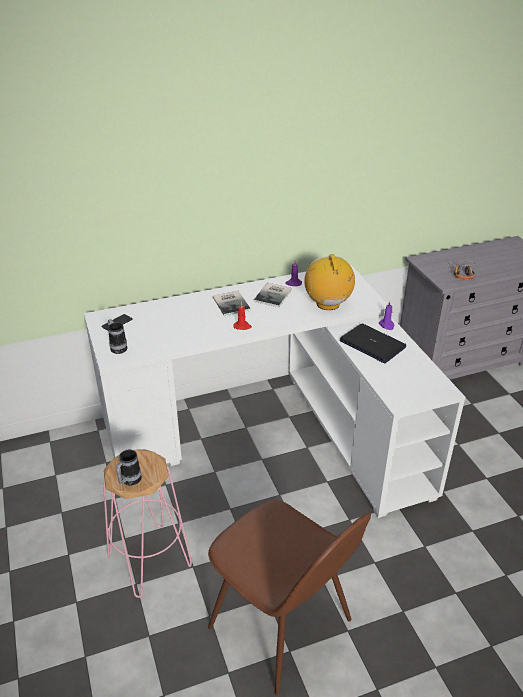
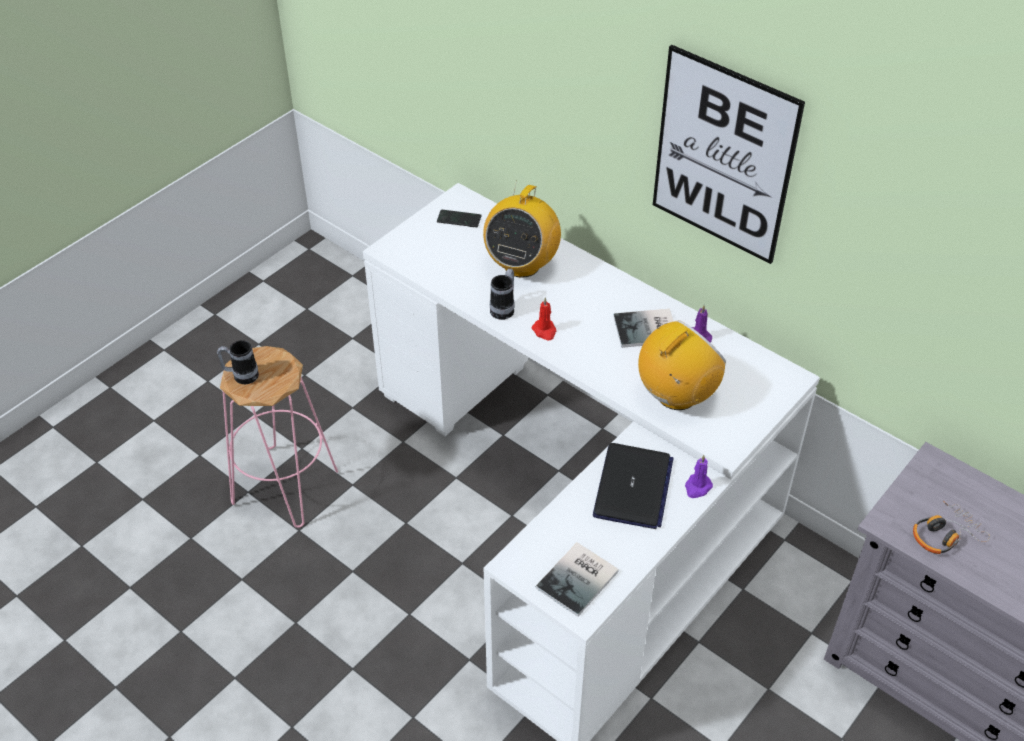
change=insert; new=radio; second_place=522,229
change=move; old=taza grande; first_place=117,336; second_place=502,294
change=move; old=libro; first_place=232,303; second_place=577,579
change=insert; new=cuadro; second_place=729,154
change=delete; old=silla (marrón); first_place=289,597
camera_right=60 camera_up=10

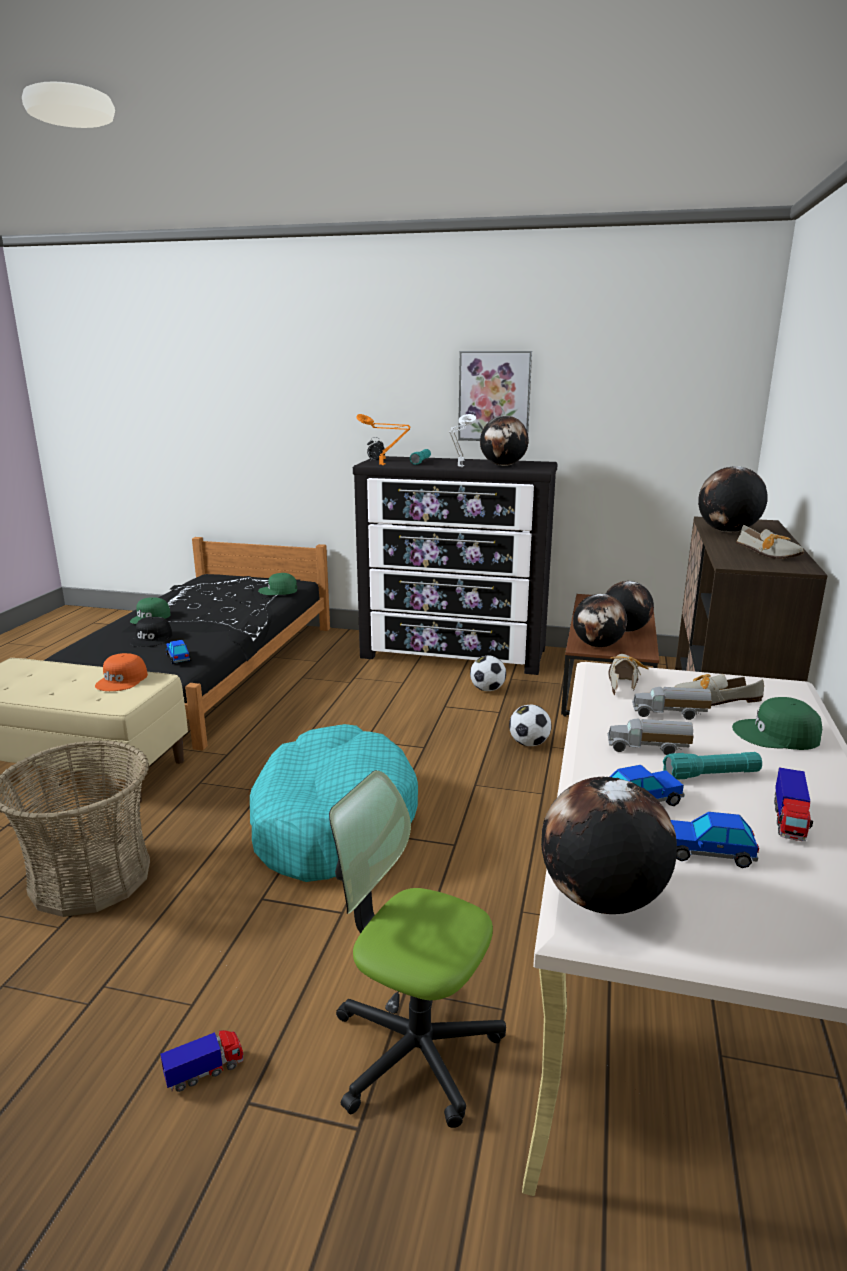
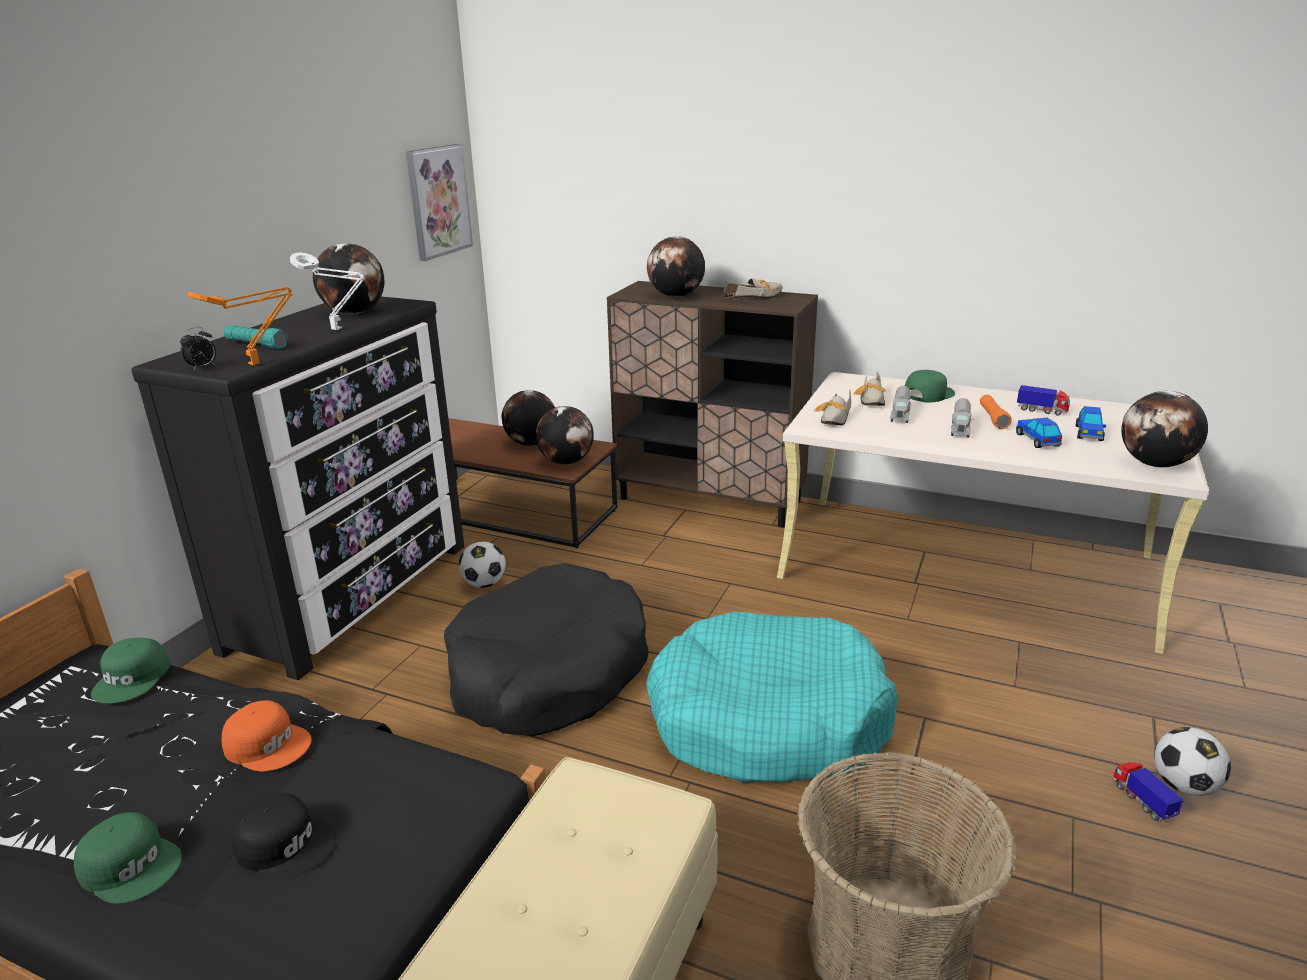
change=move; old=gorra (naranja); first_place=121,672; second_place=266,735
change=move; old=cuadro; first_place=495,396; second_place=439,202
change=insert; new=cama para perro (negro); second_place=546,649
change=rotate; old=zapato; first_place=629,674; second_place=832,407; degrees=-90
change=rotate; old=gorra (verde); first_place=777,723; second_place=930,386; degrees=-150
change=recolor; old=linterna (turquesa); new=linterna (naranja); first_place=712,766; second_place=996,412
change=move; old=balón de fútbol; first_place=530,725; second_place=1192,761
change=delete; old=coche de juguete; first_place=178,652
change=delete; old=silla de oficina; first_place=417,949
camera_right=-80 camera_up=5

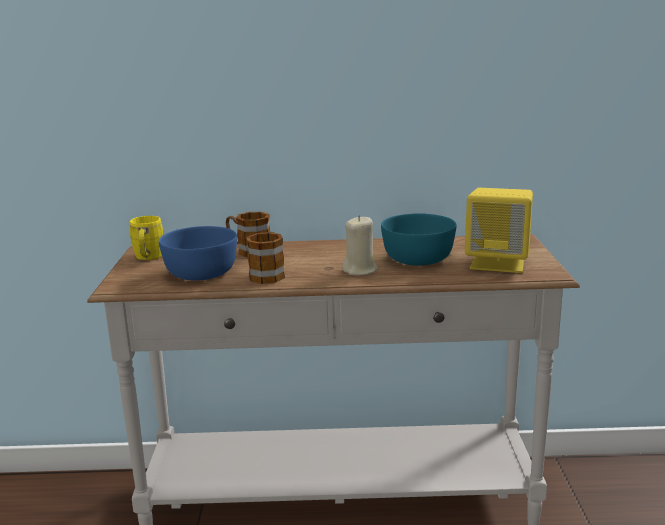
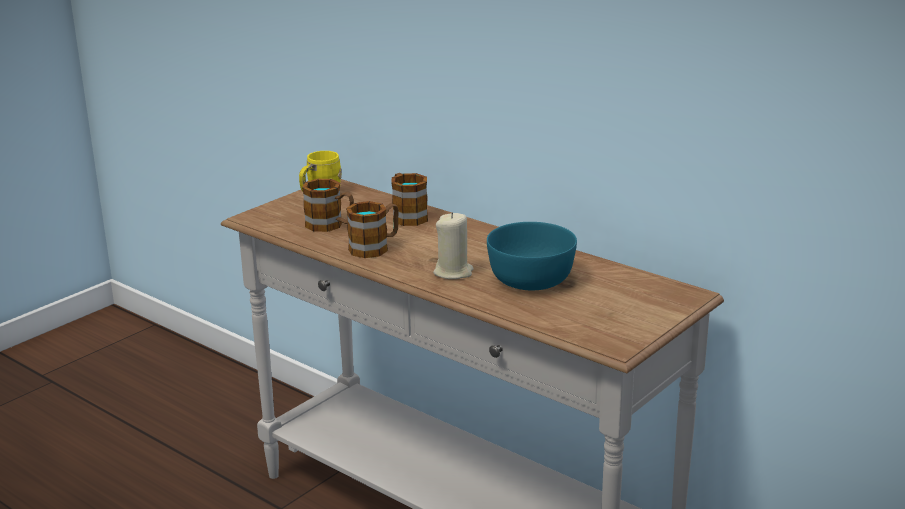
change=replace; old=cuenco (azul); new=taza grande; first_place=198,253; second_place=328,205
change=delete; old=altavoz (amarillo); first_place=499,230
camera_right=40 camera_up=5

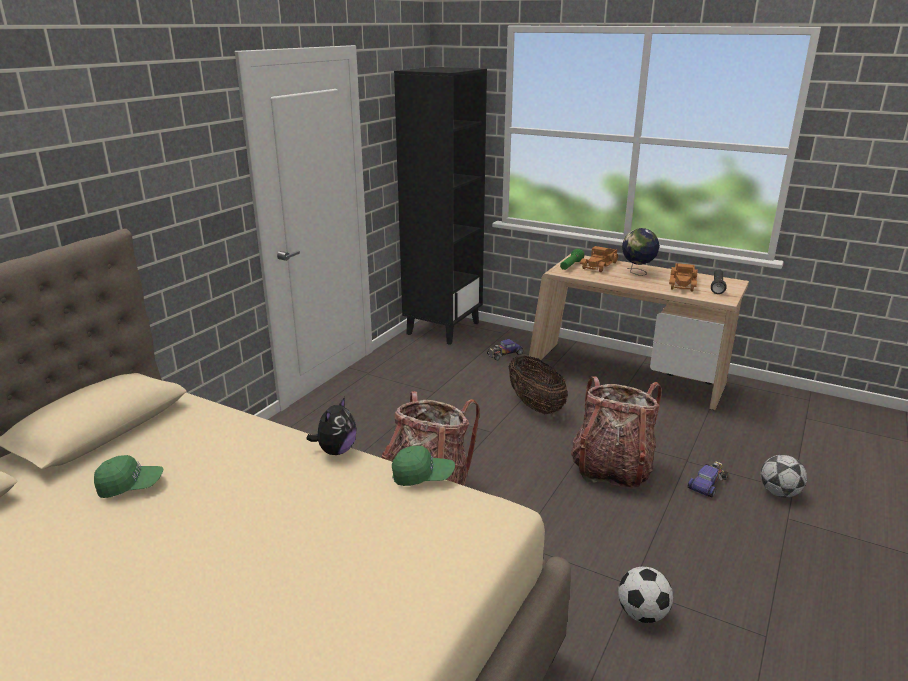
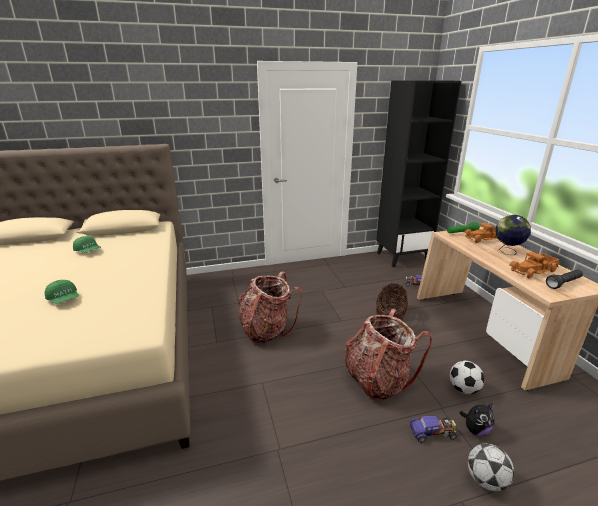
change=move; old=gorra (verde); first_place=423,466; second_place=62,292
change=move; old=balón de fútbol; first_place=645,595; second_place=467,377
change=move; old=peluche; first_place=331,426; second_place=477,419
camera_right=45 camera_up=0

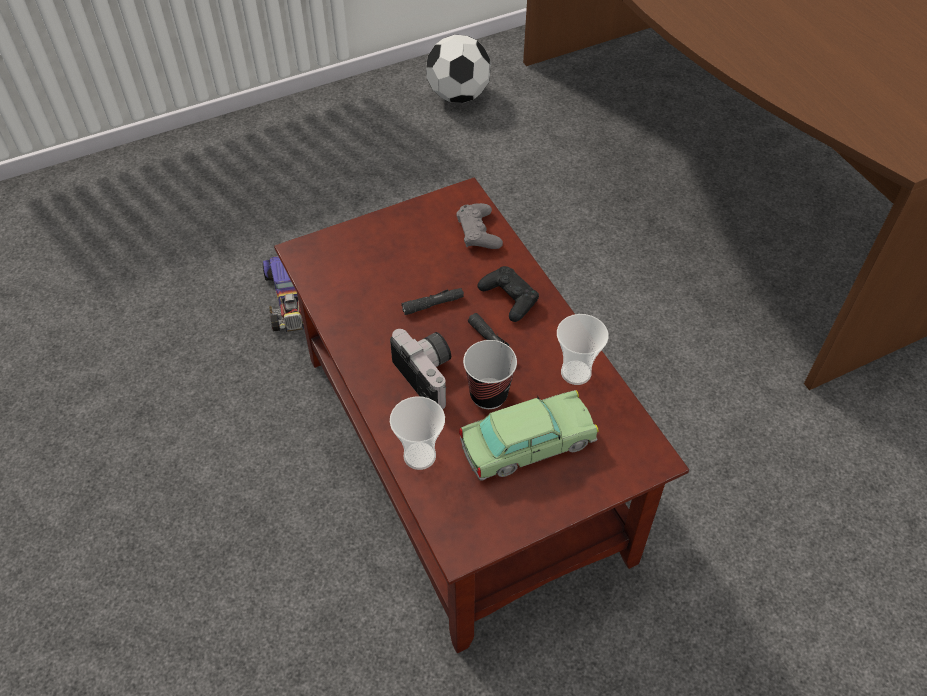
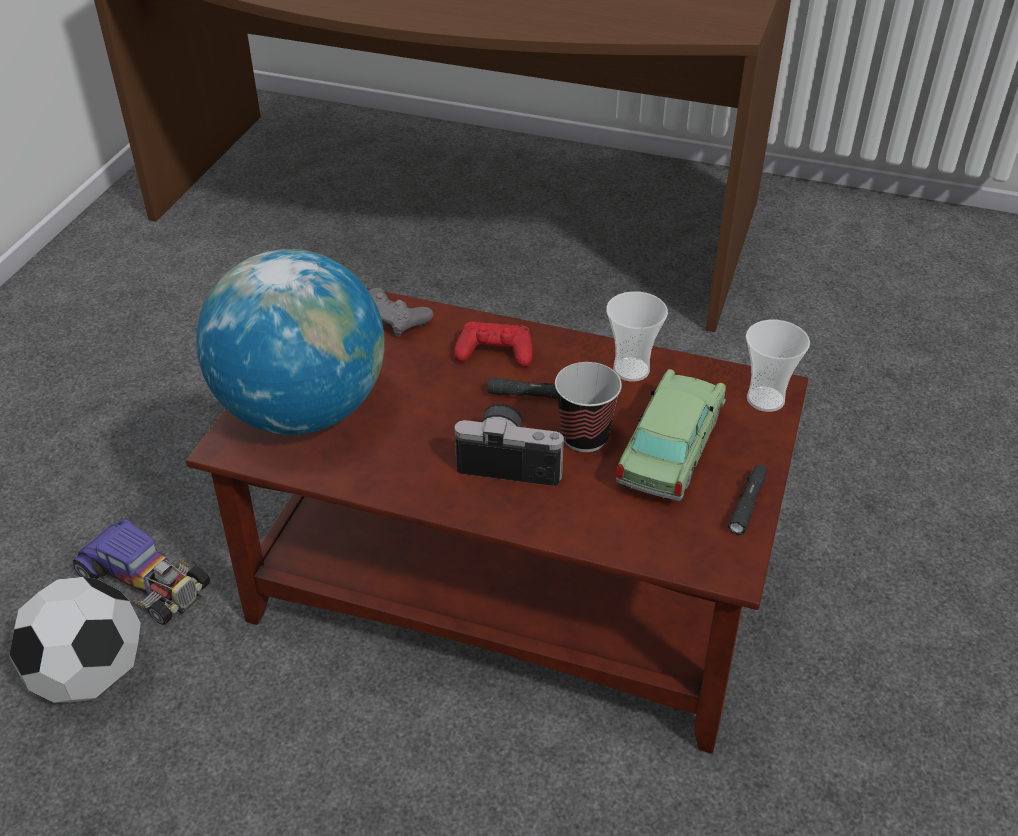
change=move; old=balón de fútbol; first_place=458,69; second_place=75,640
change=insert; new=globo terráqueo; second_place=290,342
change=recolor; old=mando de consola (negro); new=mando de consola (rojo); first_place=508,294; second_place=493,344
change=move; old=linterna (negro); first_place=432,301; second_place=747,499
change=move; old=taza; first_place=417,433; second_place=778,366
camera_right=-45 camera_up=-10

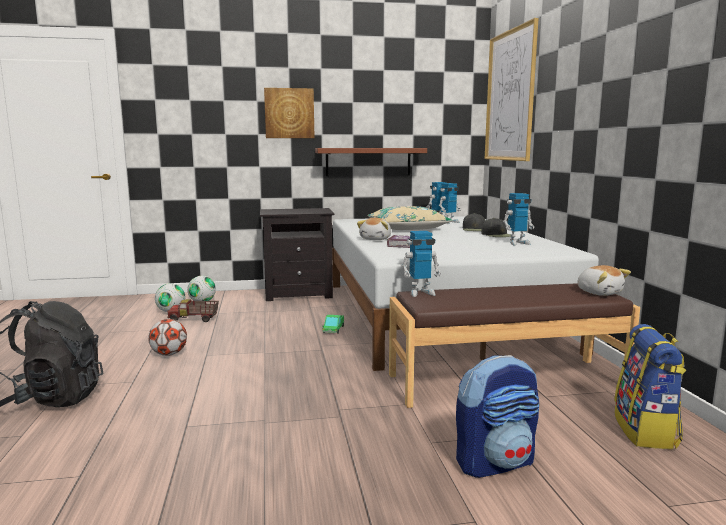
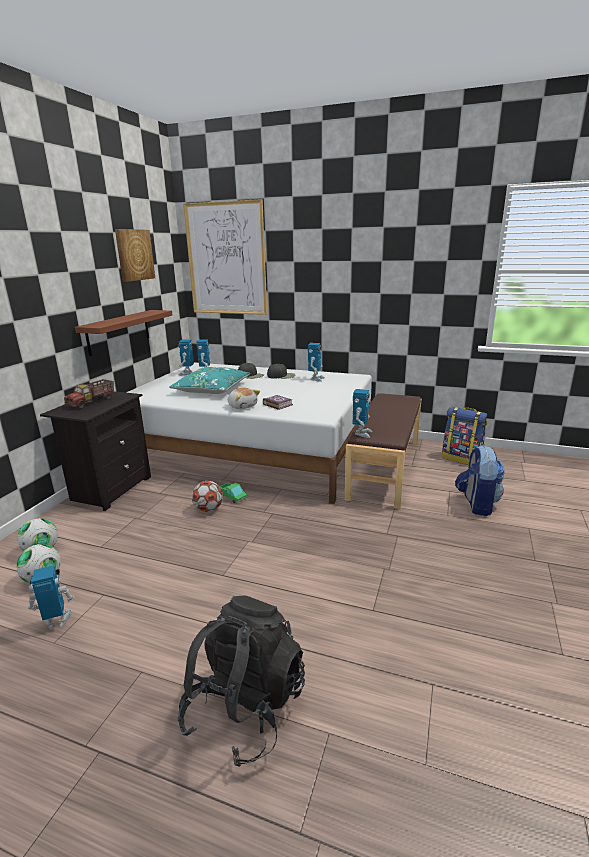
change=insert; new=robot de juguete; second_place=51,598
change=move; old=camión de juguete; first_place=193,310; second_place=89,394
change=move; old=cuadro; first_place=289,113; second_place=135,255
change=recolor; old=cojín (beis); new=cojín (turquesa); first_place=410,218; second_place=209,380
change=move; old=balón de fútbol; first_place=167,337; second_place=207,496
change=delete; old=peluche; first_place=604,280
camera_right=-60 camera_up=10

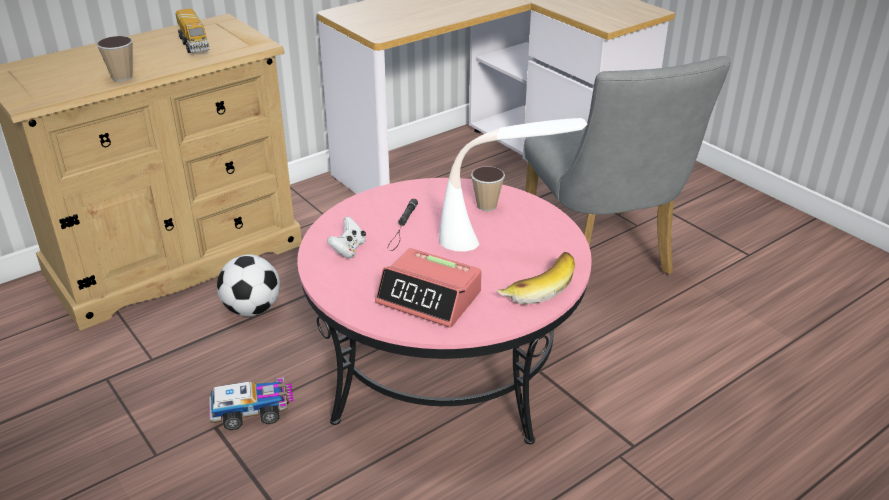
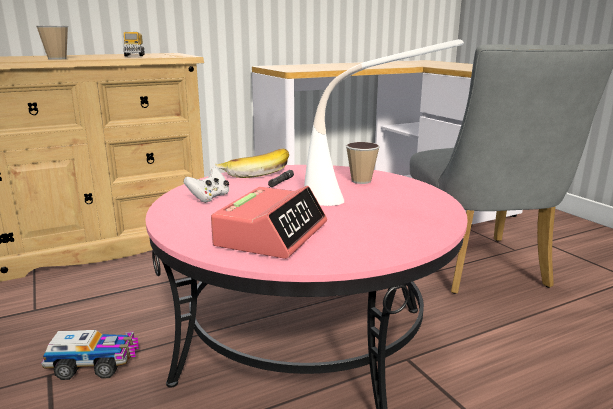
change=rotate; old=despertador; first_place=428,288; second_place=269,222; degrees=-105
change=move; old=plátano; first_place=535,278; second_place=252,163
change=delete; old=balón de fútbol; first_place=248,285
camera_right=10 camera_up=-15

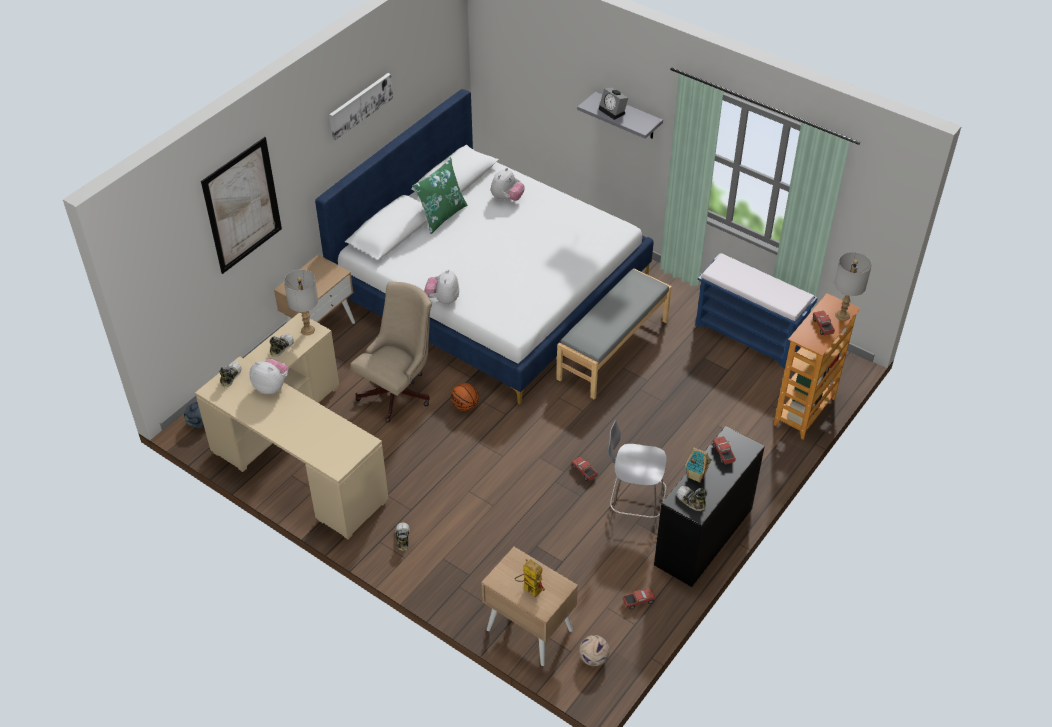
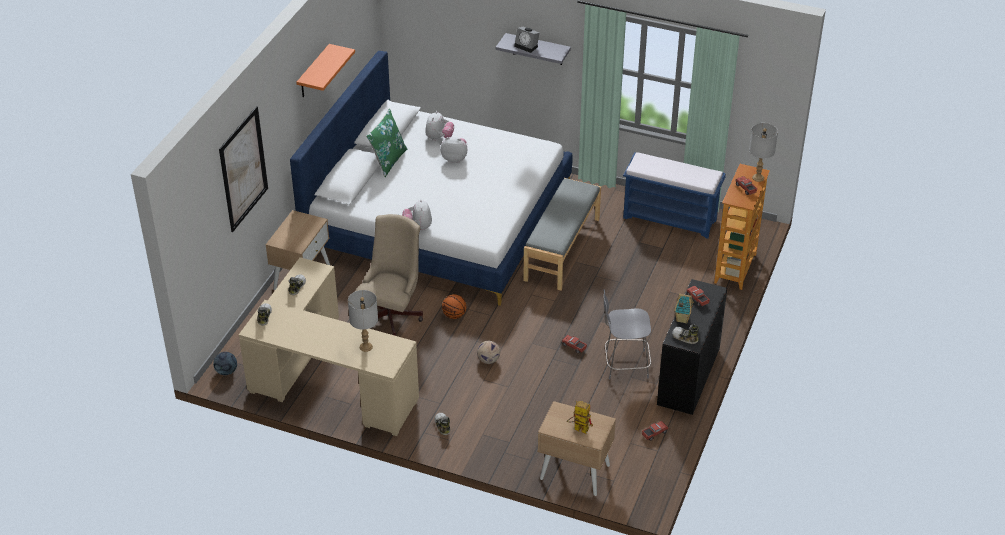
change=replace; old=cuadro; new=estante (naranja); first_place=361,106; second_place=325,70
change=move; old=lámpara de mesa (gris); first_place=301,302; second_place=363,321
change=move; old=peluche; first_place=269,376; second_place=453,150
change=move; old=balón de fútbol; first_place=594,650; second_place=488,352
camera_right=-15 camera_up=-5

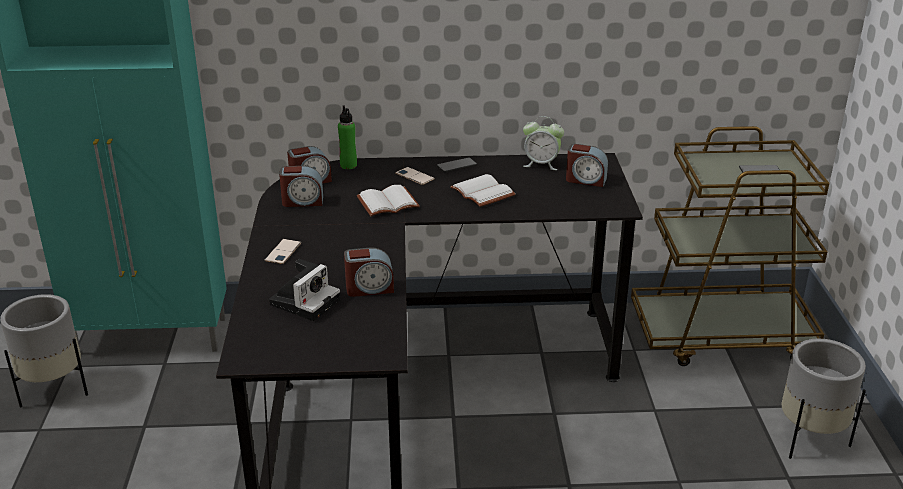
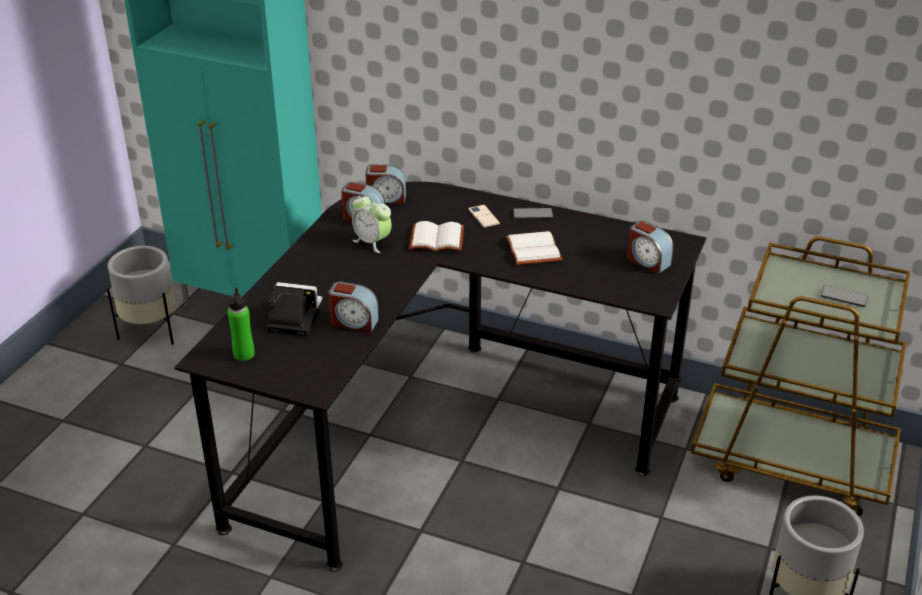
change=move; old=botella (verde); first_place=347,137; second_place=240,324
change=rotate; old=cámara; first_place=305,290; second_place=295,309; degrees=-135
change=move; old=despertador; first_place=543,143; second_place=372,223
change=delete; old=móvil; first_place=282,251
camera_right=25 camera_up=5

